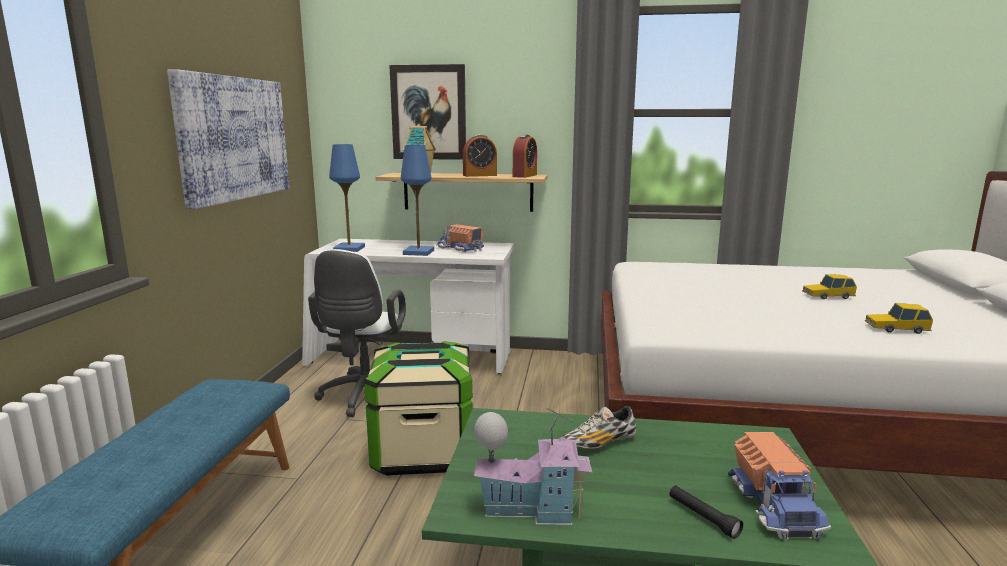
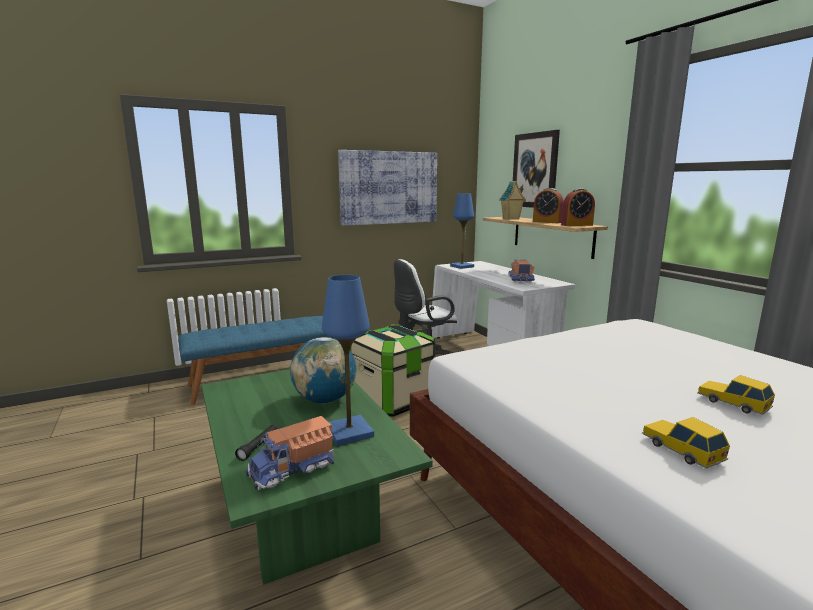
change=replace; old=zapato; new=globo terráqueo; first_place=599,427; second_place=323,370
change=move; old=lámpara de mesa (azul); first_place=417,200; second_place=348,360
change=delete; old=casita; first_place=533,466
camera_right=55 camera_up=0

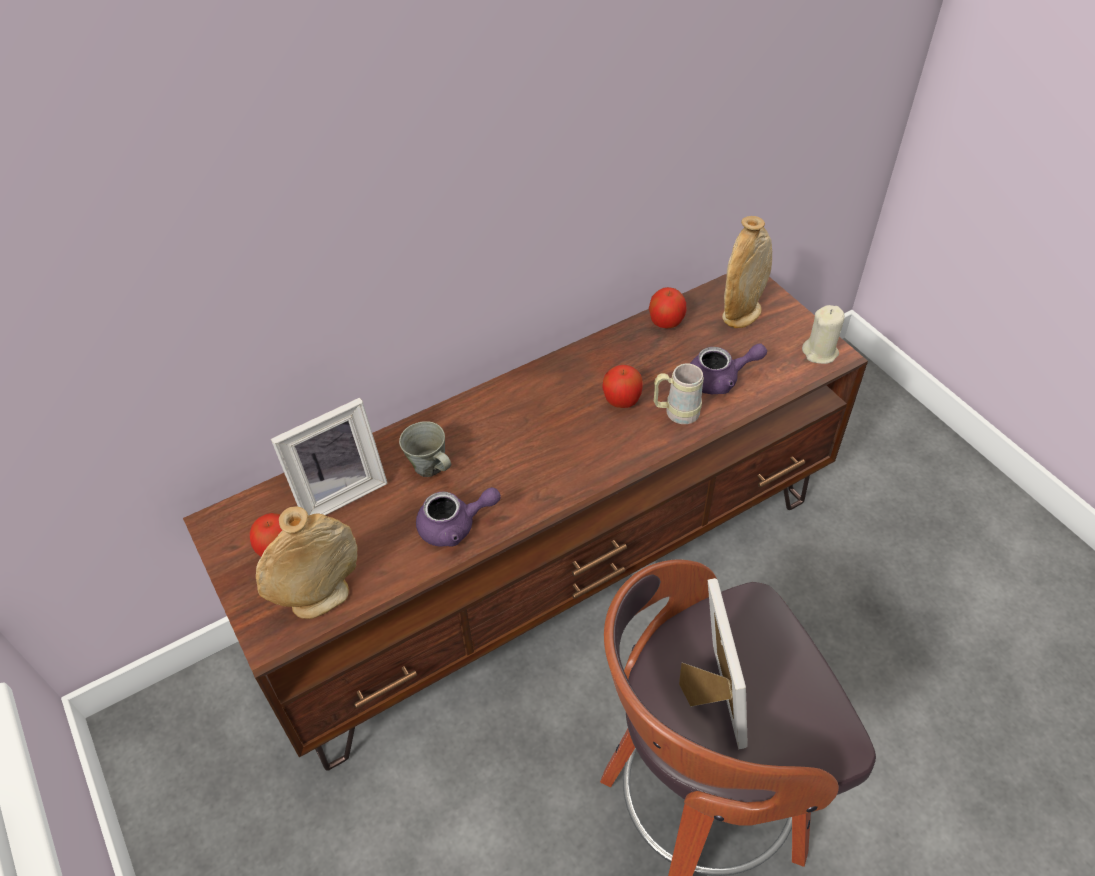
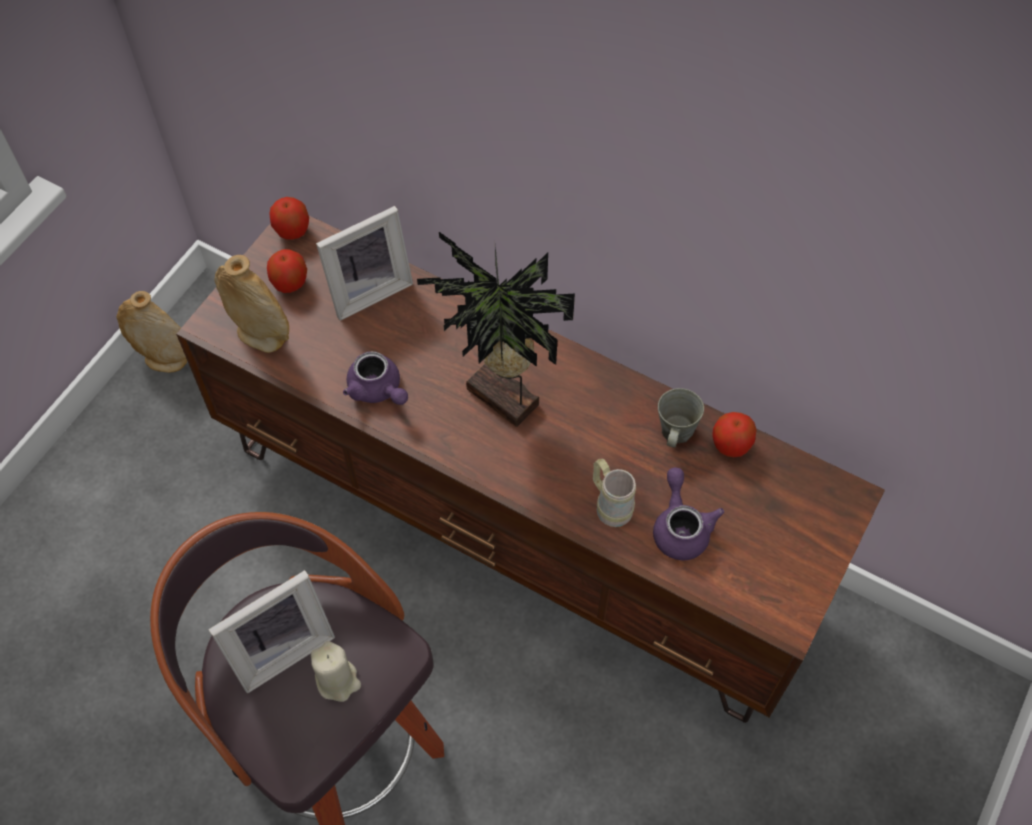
change=move; old=florero (beis); first_place=747,272; second_place=151,332
change=move; old=manzana; first_place=622,386; second_place=289,218
change=move; old=vela (beis); first_place=823,334; second_place=336,671
change=rotate; old=portarretratos; first_place=329,456; second_place=364,263; degrees=-60
change=insert; new=planta en maceta; second_place=496,329
change=rotate; old=tetera (morado); first_place=728,368; second_place=688,514; degrees=-150
change=move; old=taza grande (gris); first_place=425,449; second_place=681,417
camera_right=60 camera_up=10

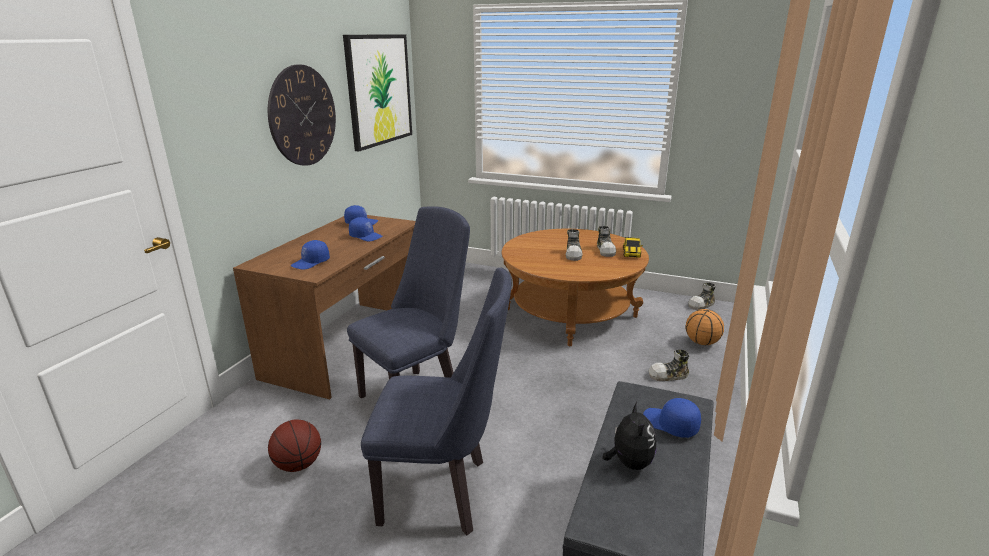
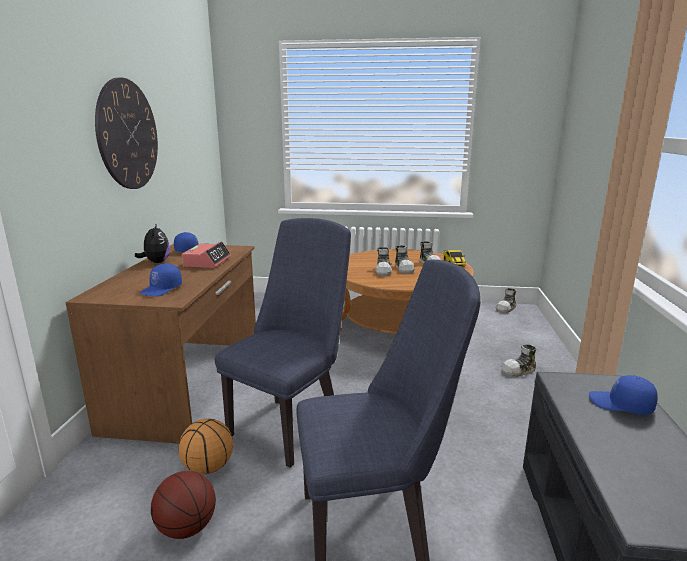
change=move; old=peluche; first_place=629,436; second_place=152,243
change=move; old=balón de baloncesto; first_place=705,327; second_place=206,446
change=replace; old=gorra (azul); new=despertador; first_place=366,229; second_place=206,254
change=insert; new=zapato; second_place=383,261
change=delete; old=cuadro; first_place=377,92
camera_right=-15 camera_up=-5

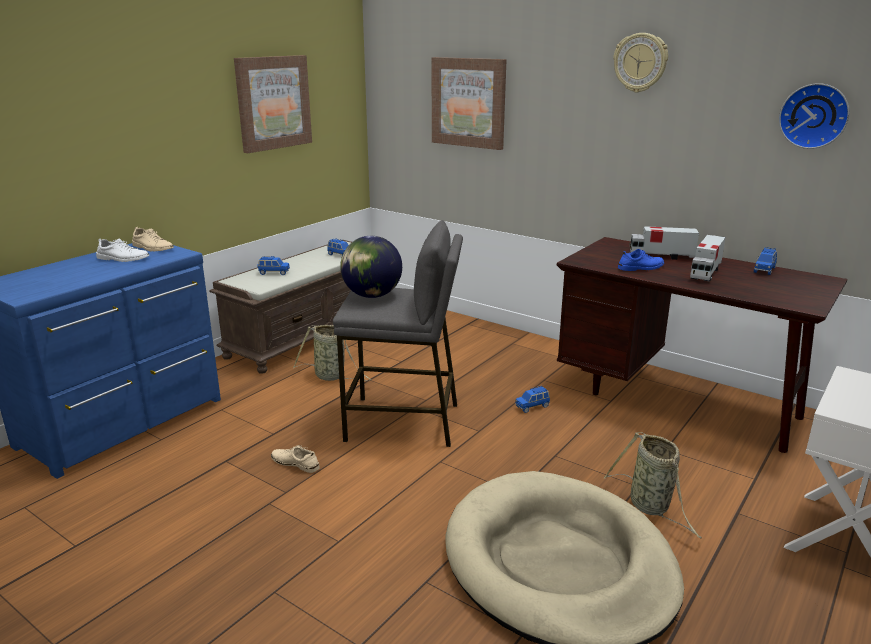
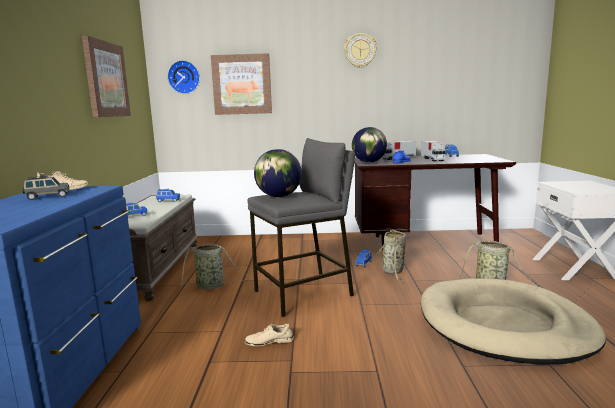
change=replace; old=zapato (blanco); new=coche de juguete (gris); first_place=122,250; second_place=45,188
change=move; old=reloj de pared; first_place=814,116; second_place=183,77
change=insert; new=globo terráqueo; second_place=369,145
change=insert; new=cesta; second_place=391,255
camera_right=-35 camera_up=-10

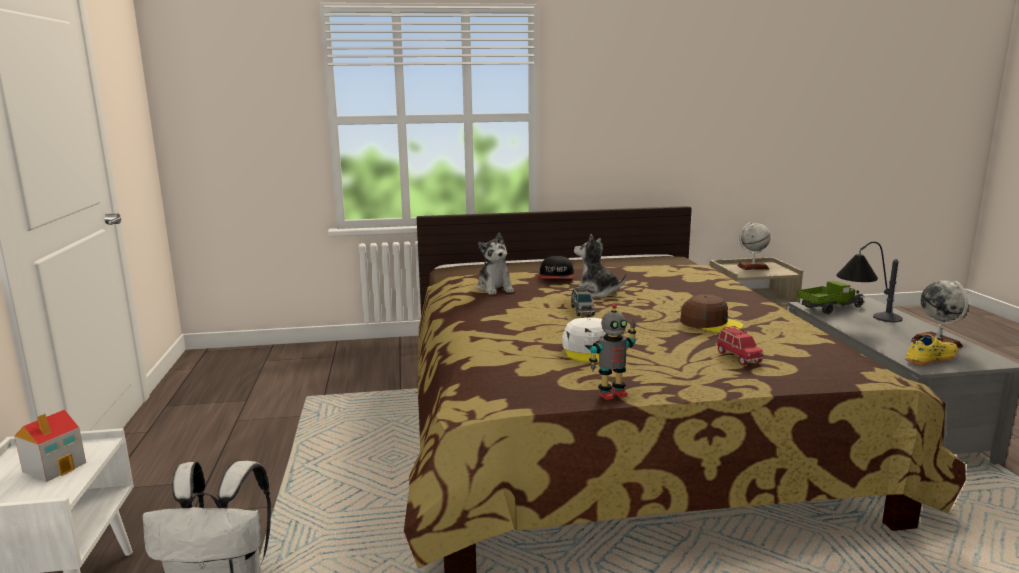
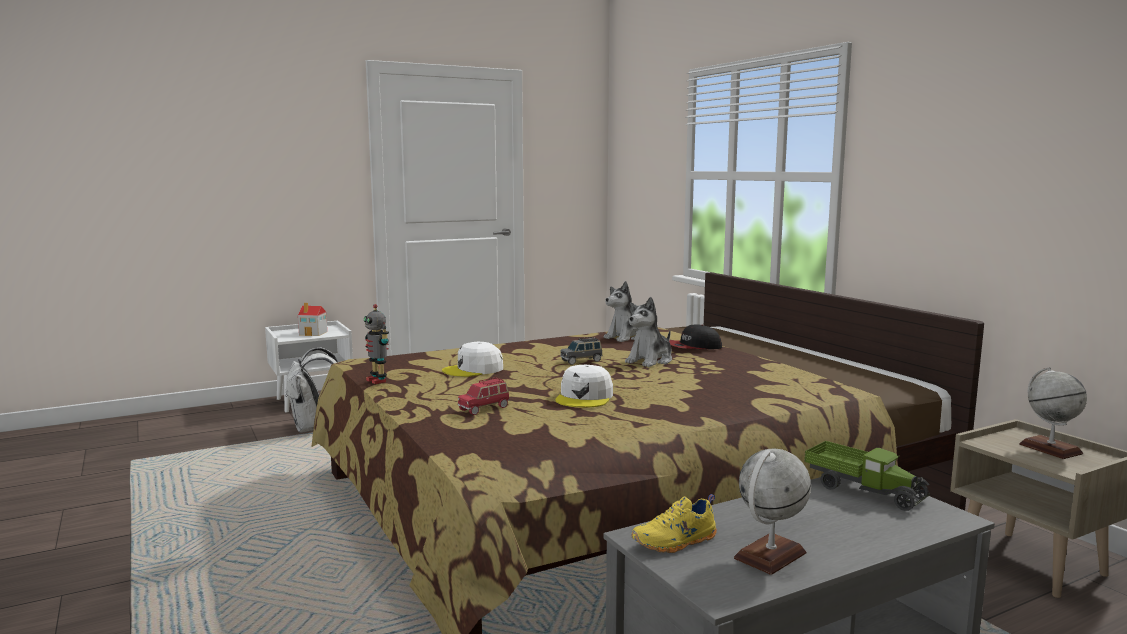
change=recolor; old=gorra (marrón); new=gorra (blanco); first_place=711,314; second_place=584,386
change=rotate; old=peluche; first_place=600,266; second_place=648,332; degrees=-150
change=rotate; old=zapato (amarillo); first_place=931,350; second_place=674,523; degrees=105
change=delete; old=lámpara de mesa; first_place=869,282
camera_right=70 camera_up=-5

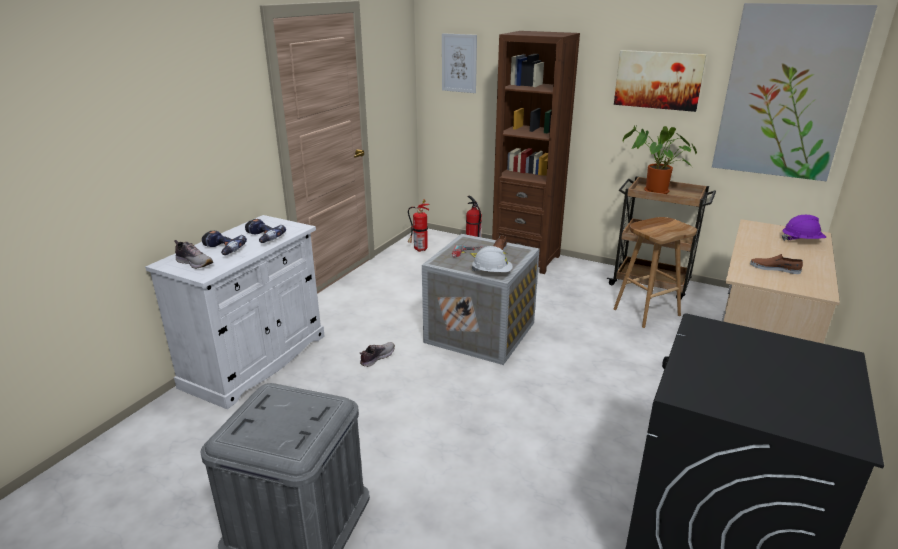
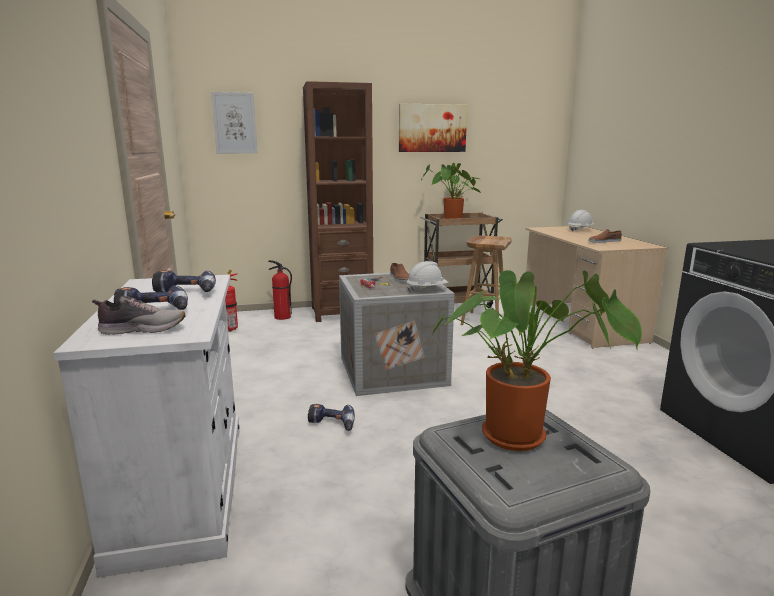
change=replace; old=zapato; new=taladro; first_place=377,354; second_place=331,417
change=insert; new=planta en maceta; second_place=536,360
change=recolor; old=casco (morado); new=casco (blanco); first_place=804,228; second_place=581,220
change=delete; old=cuadro; first_place=794,92
camera_right=-40 camera_up=-10

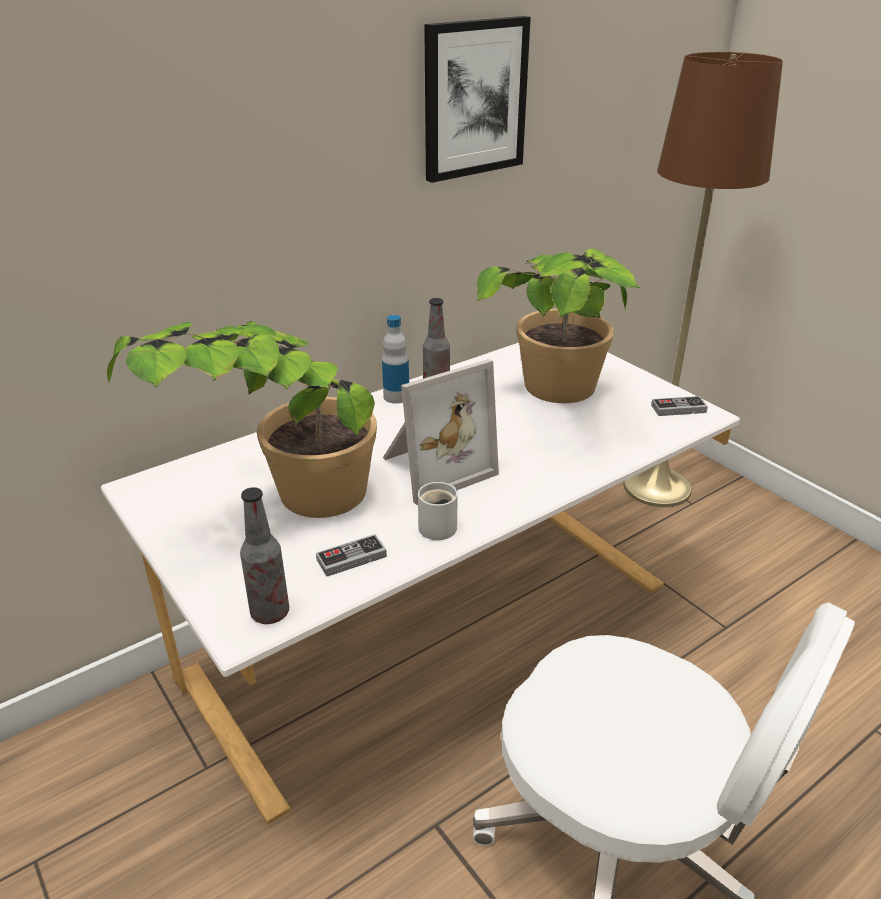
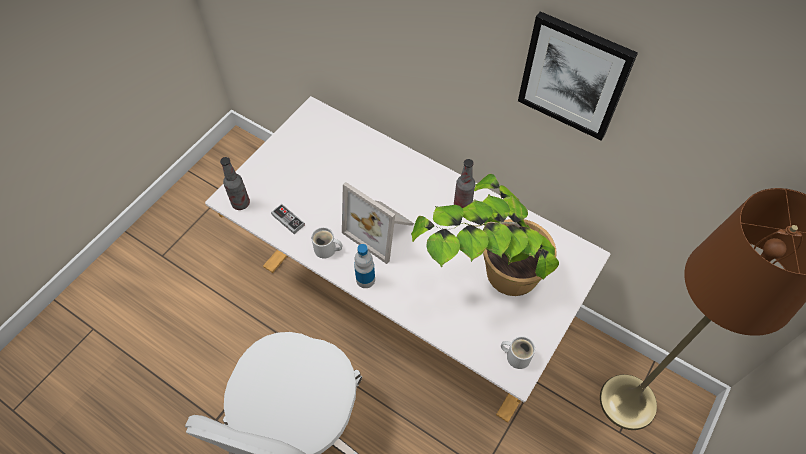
change=move; old=botella; first_place=395,359; second_place=364,266
change=replace; old=mando de consola; new=taza grande (blanco); first_place=679,406; second_place=518,352
change=delete; old=planta en maceta; first_place=242,419
camera_right=70 camera_up=25

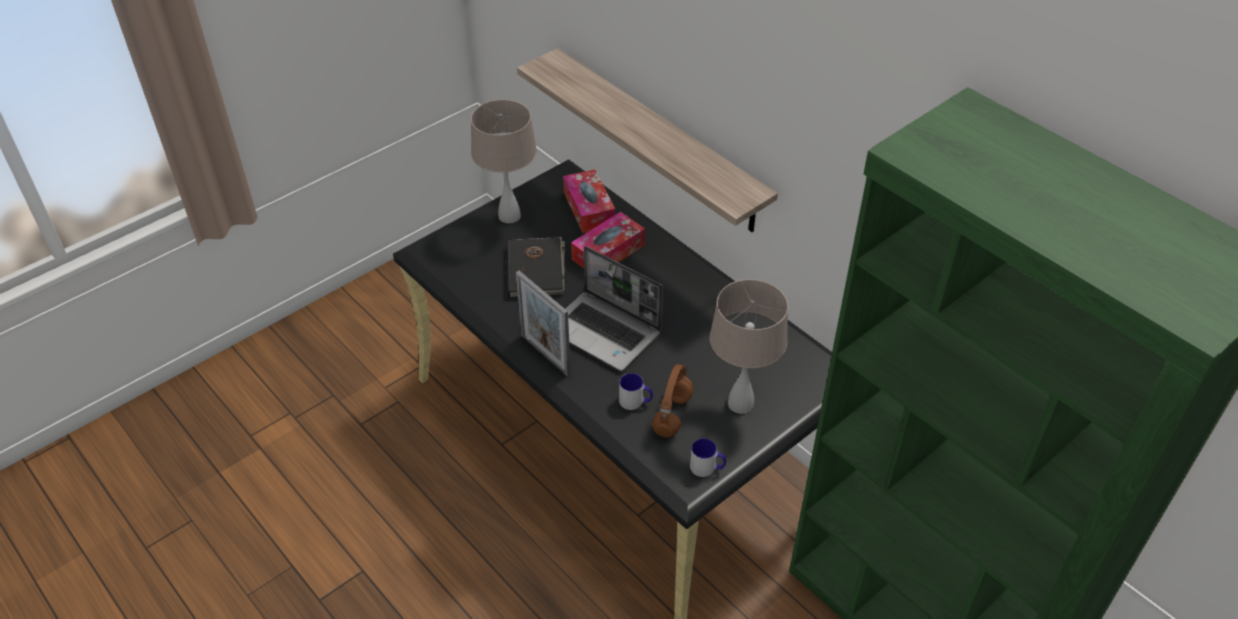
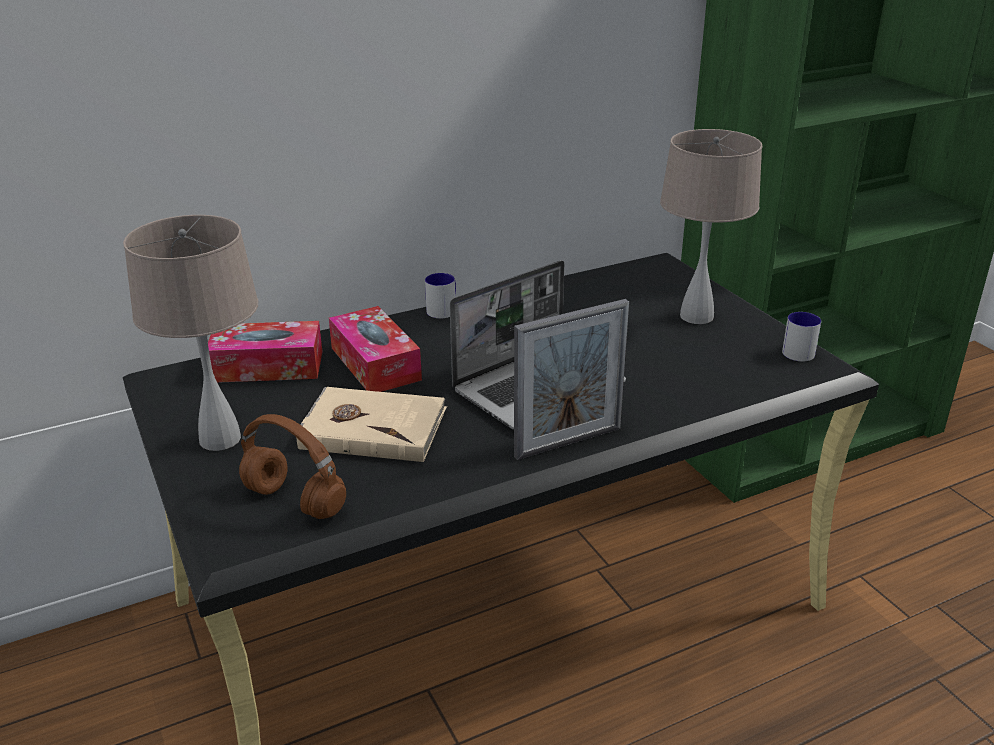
change=move; old=auriculares (marrón); first_place=672,400; second_place=292,466
change=recolor; old=libro (negro); new=libro (beis); first_place=535,267; second_place=372,424
change=move; old=taza grande; first_place=636,391; second_place=440,296
change=delete; old=estante; first_place=647,140
camera_right=-75 camera_up=-15

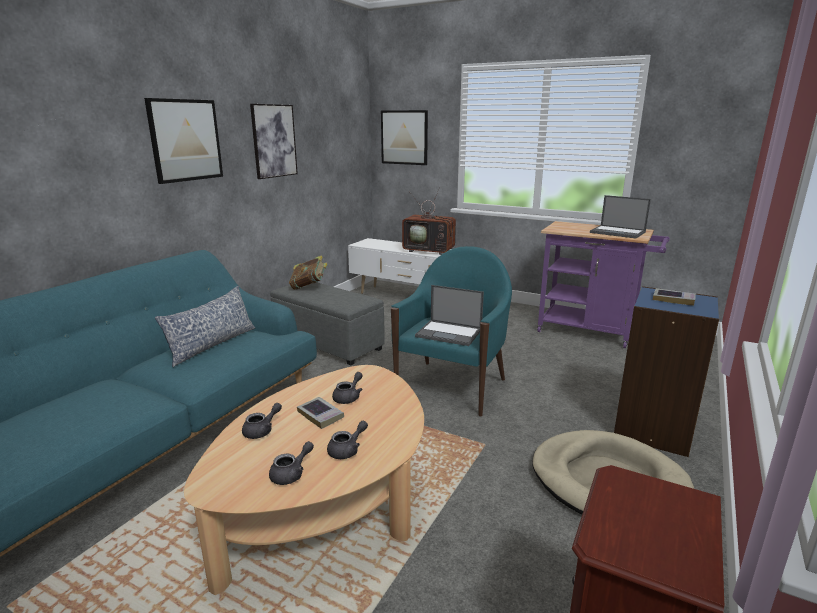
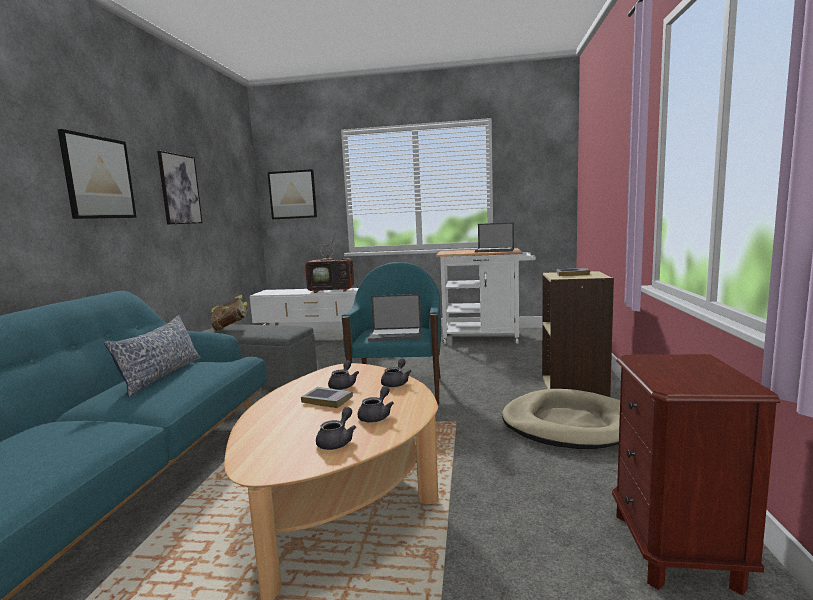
change=move; old=tetera (gris); first_place=262,421; second_place=396,372
change=recolor; old=carrito (morado); new=carrito (blanco); first_place=603,284; second_place=486,296
change=recolor; old=estantería (azul); new=estantería (beis); first_place=666,371; second_place=578,334
camera_right=-20 camera_up=-10

